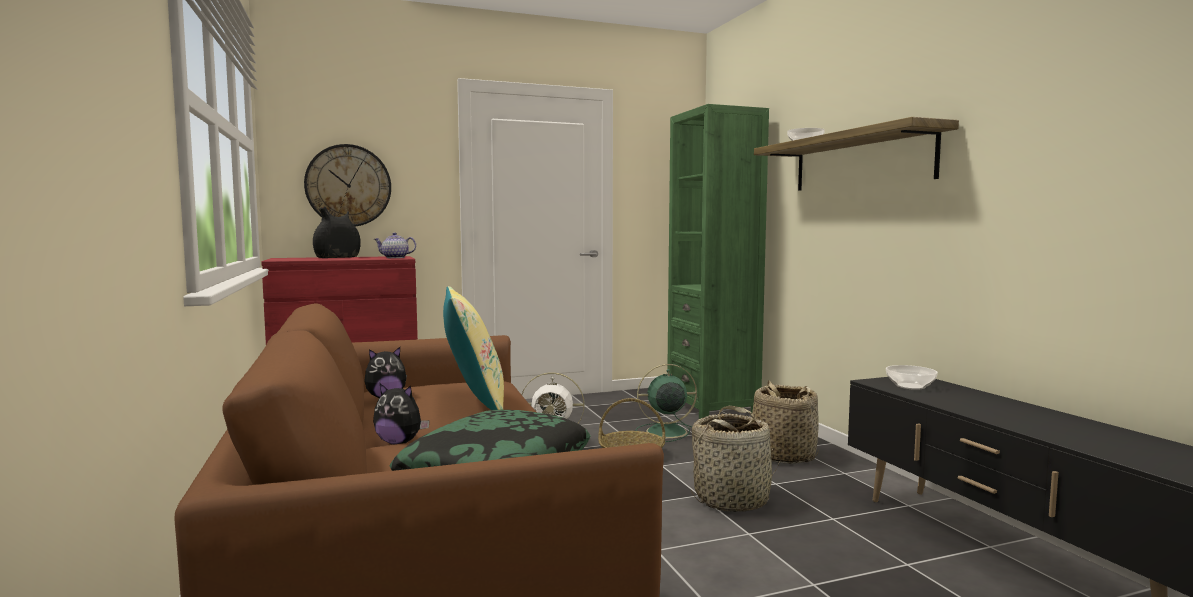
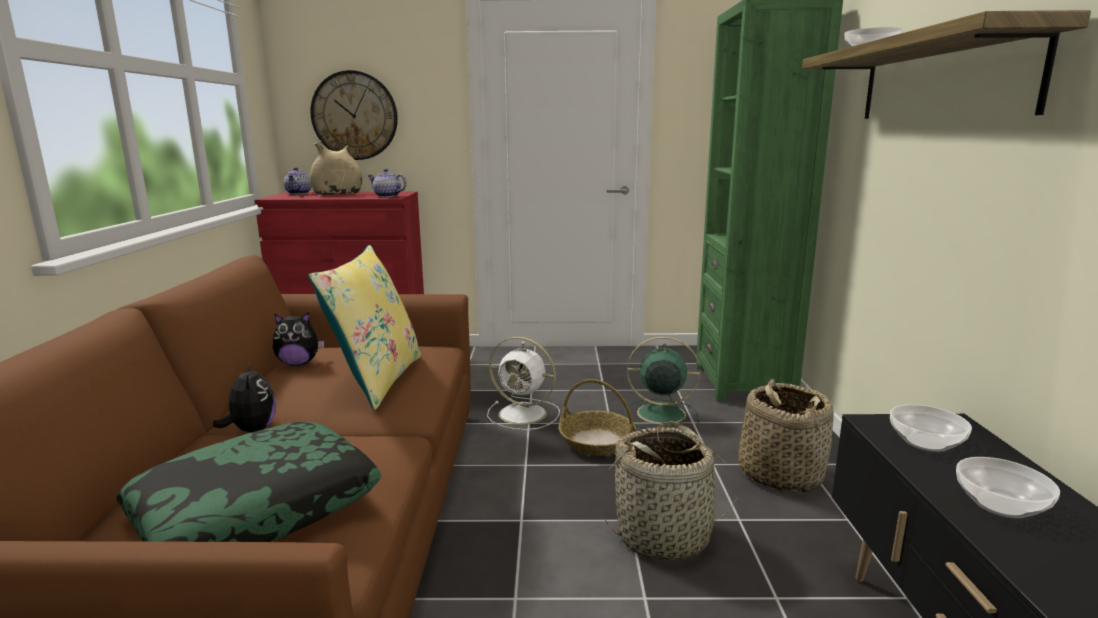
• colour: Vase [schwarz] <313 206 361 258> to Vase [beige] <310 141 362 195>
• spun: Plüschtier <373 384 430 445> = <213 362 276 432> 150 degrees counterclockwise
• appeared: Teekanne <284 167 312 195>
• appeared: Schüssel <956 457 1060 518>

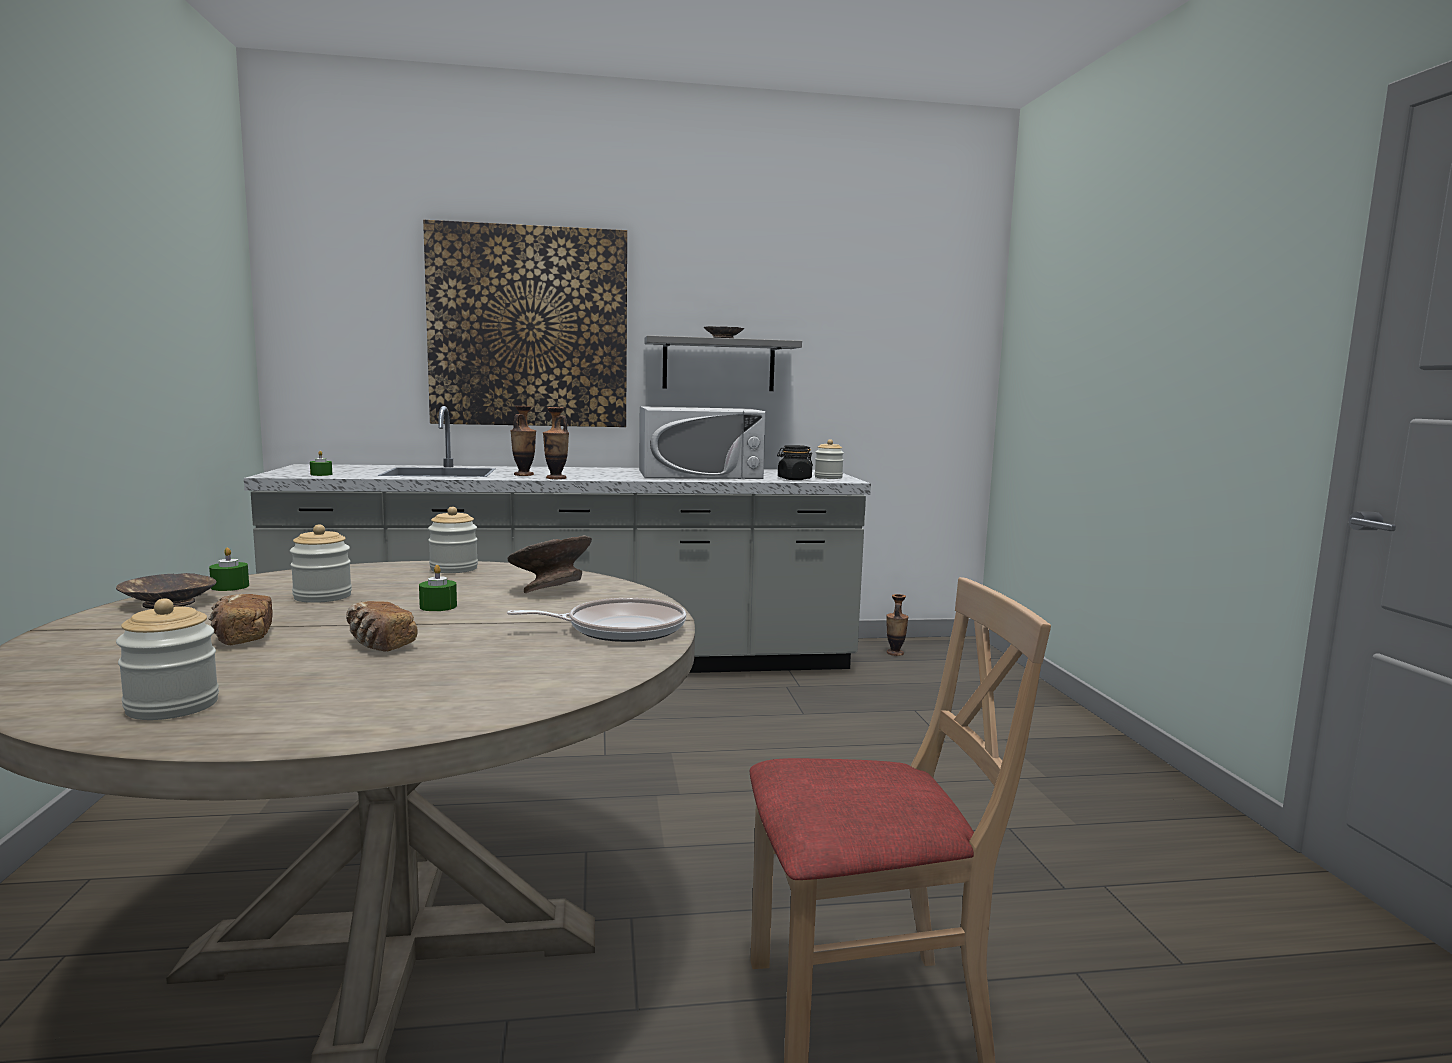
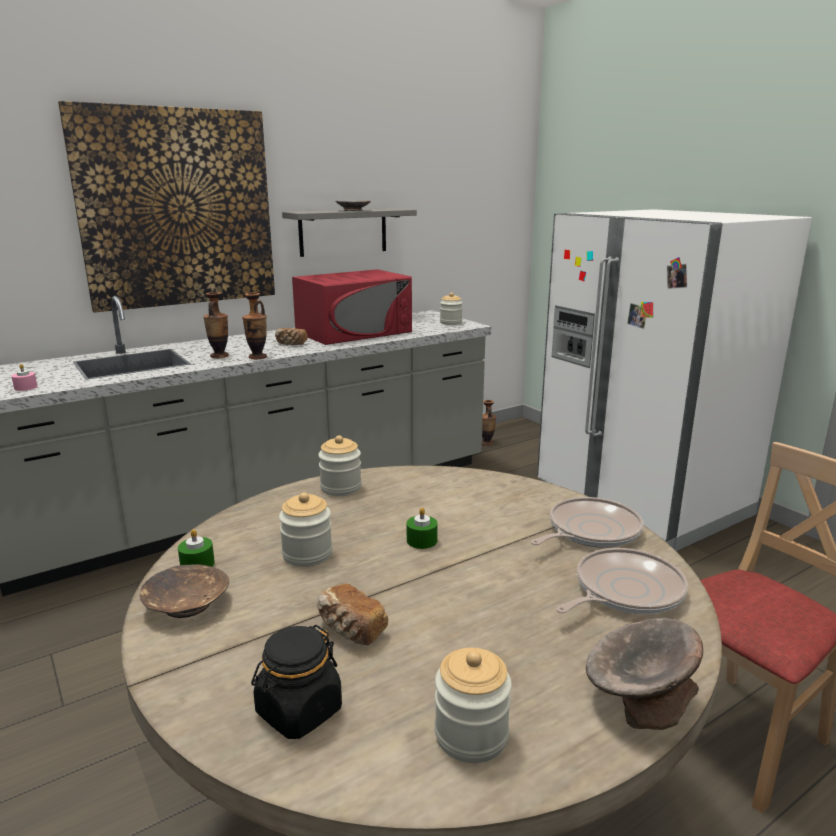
• colour: Mikrowelle [weiß] <639 406 766 479> to Mikrowelle [rot] <292 269 412 345>
• relocated: Vorratsglas [schwarz] <777 445 813 480> to <251 625 342 739>
• colour: Kerze [grün] <310 451 332 476> to Kerze [rosa] <11 364 37 391>
• relocated: Schüssel [grau] <507 535 592 593> to <586 618 703 730>
• relocated: Brot <346 601 418 652> to <275 328 308 345>
• appeared: Kühlschrank [weiß] <537 209 812 551>
• appeared: Pfanne <556 548 688 614>

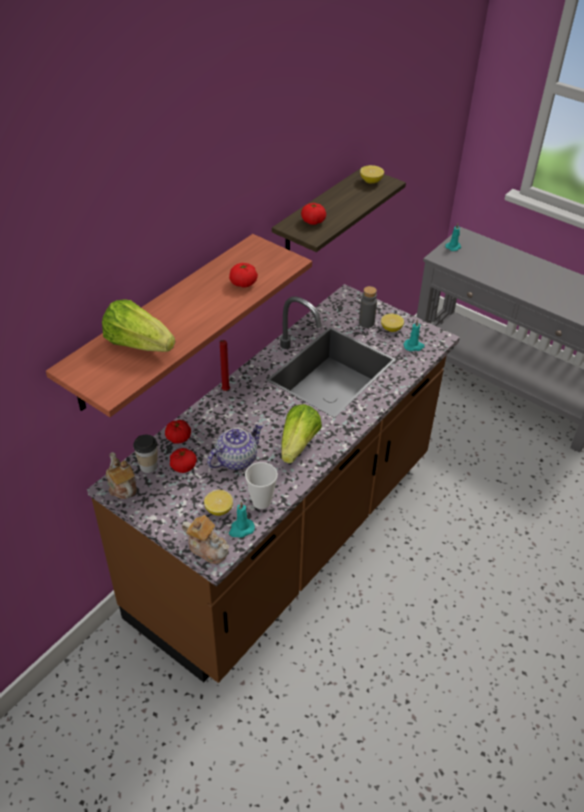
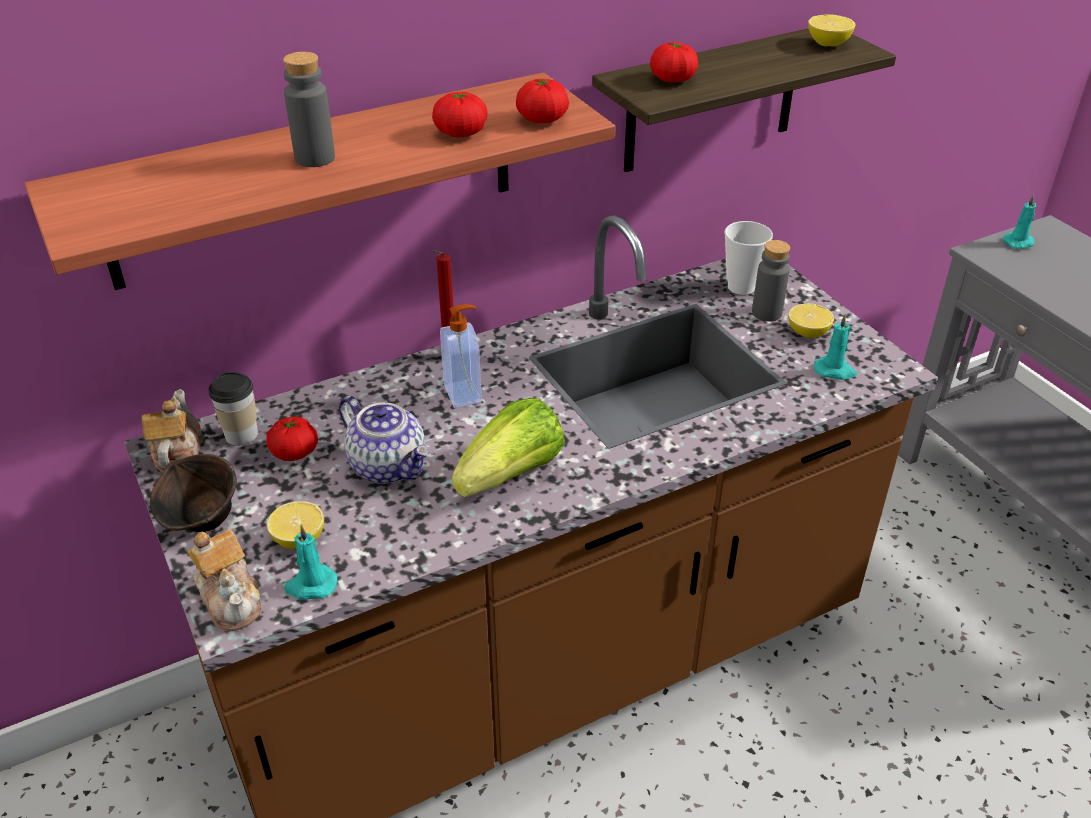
• missing: Salatkopf <102 299 175 352>
• relocated: Tomate <165 420 191 444> to <516 79 569 123>
• spun: Teekanne <207 423 264 470> = <339 396 429 484> 60 degrees clockwise
• relocated: Tasse <245 462 278 509> to <725 221 773 295>
• appeared: Flasche [grau] <283 52 335 167>
• appeared: Seifenspender <440 304 482 408>
• appeared: Schüssel [braun] <150 454 237 532>

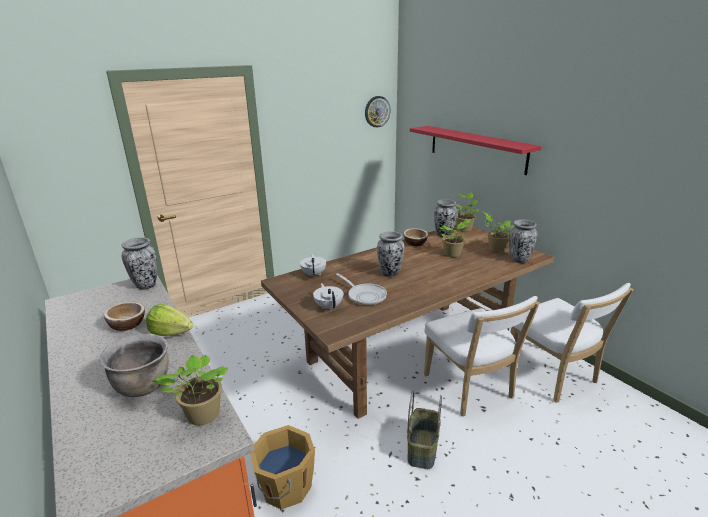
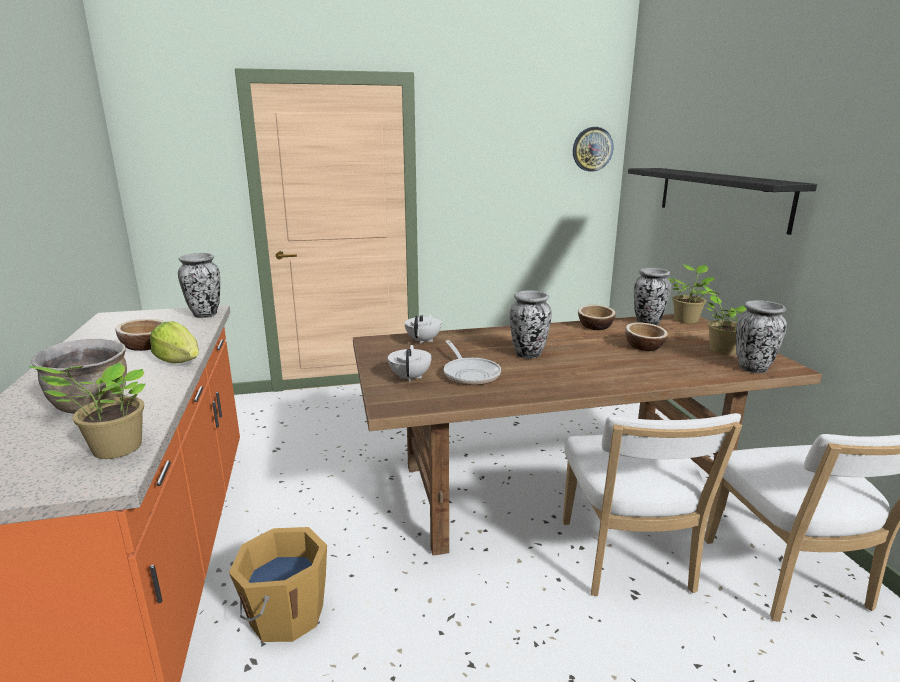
• colour: Wandregal [rot] <410 126 541 175> to Wandregal [schwarz] <628 168 817 235>
• exchanged: Topfpflanze <440 219 470 257> to Schüssel <625 322 668 351>
• missing: Korb <407 391 442 469>

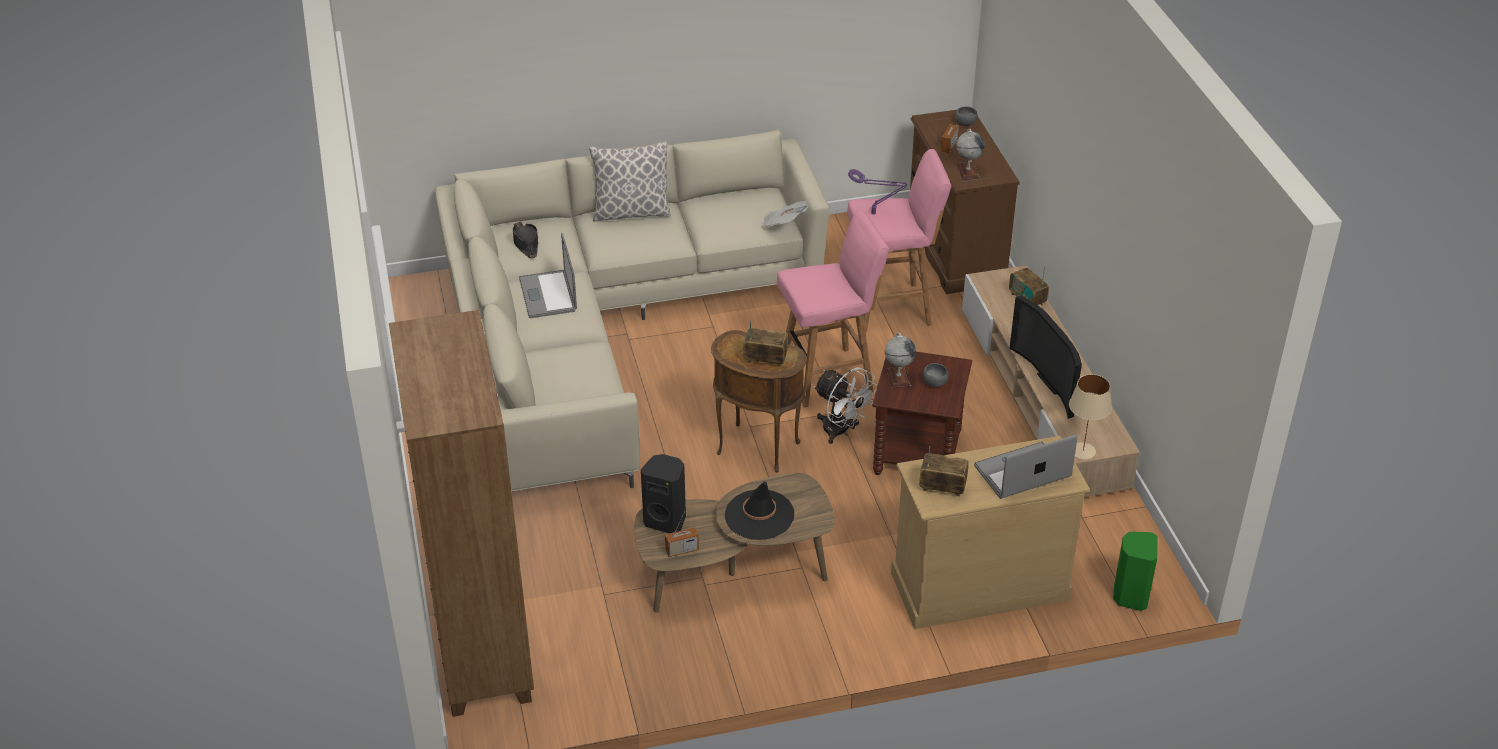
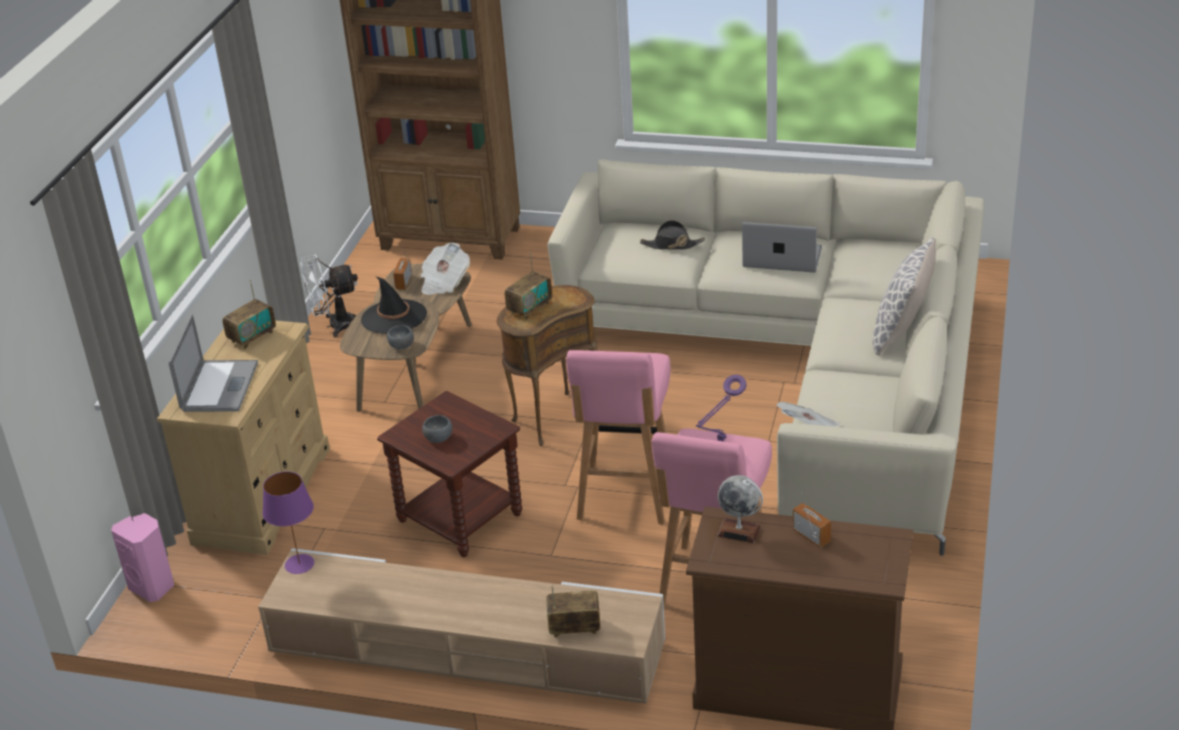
• relocated: Schüssel [grau] <955 106 977 126> to <387 325 414 349>
• relocated: Hut [schwarz] <513 222 538 259> to <640 220 705 250>
• missing: Fernseher <1009 295 1082 419>
• missing: Globus <885 333 916 388>
• relocated: Ventilator [weiß] <814 367 878 444> to <300 254 358 338>
• colour: Tischlampe [beige] <1069 374 1112 459> to Tischlampe [lila] <262 472 314 574>
• exchanged: Lautsprecher [schwarz] <641 454 686 533> to Zeitung <420 243 470 295>
• colour: Lautsprecher [grün] <1113 532 1158 611> to Lautsprecher [rosa] <111 513 174 602>

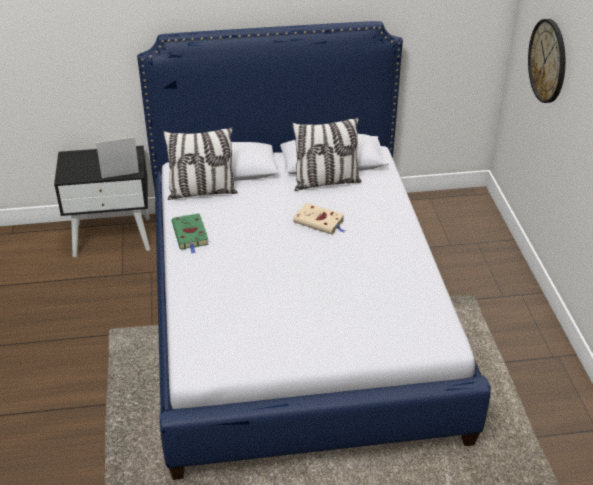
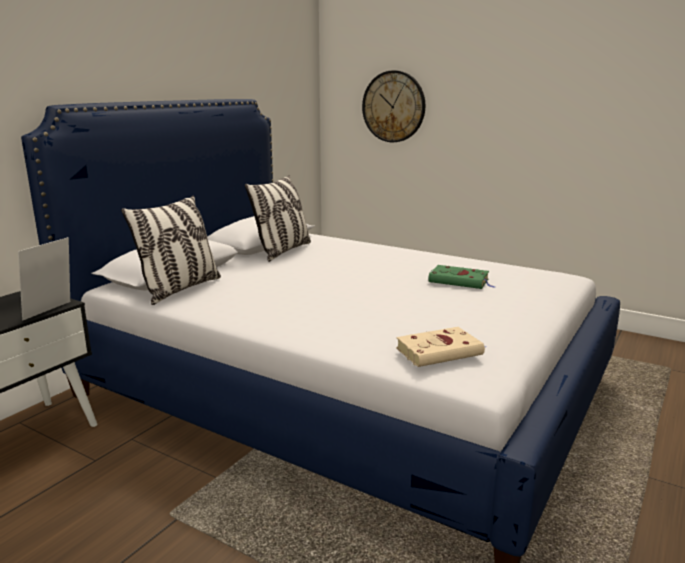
• relocated: Buch [beige] <293 203 345 235> to <396 327 485 367>
• relocated: Buch [grün] <172 213 209 253> to <428 265 496 289>

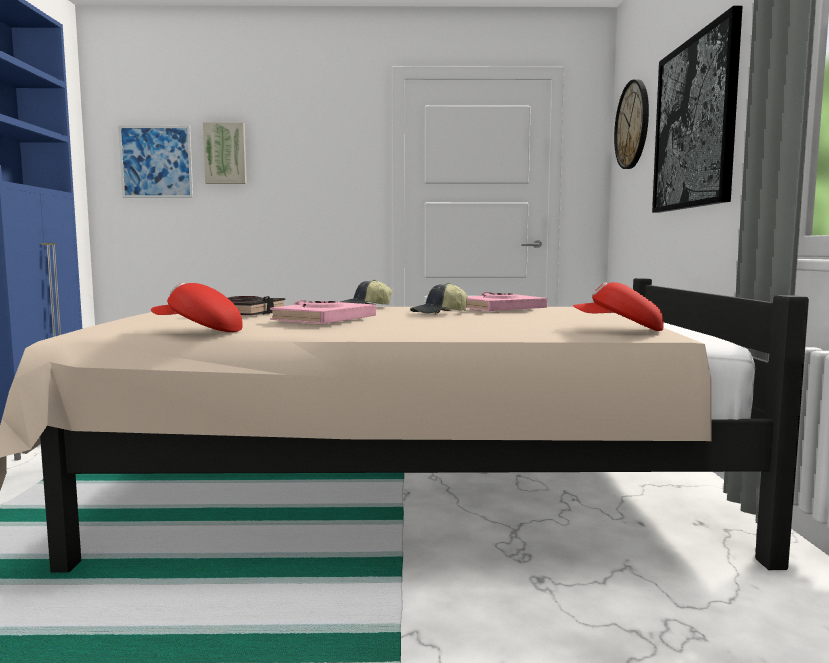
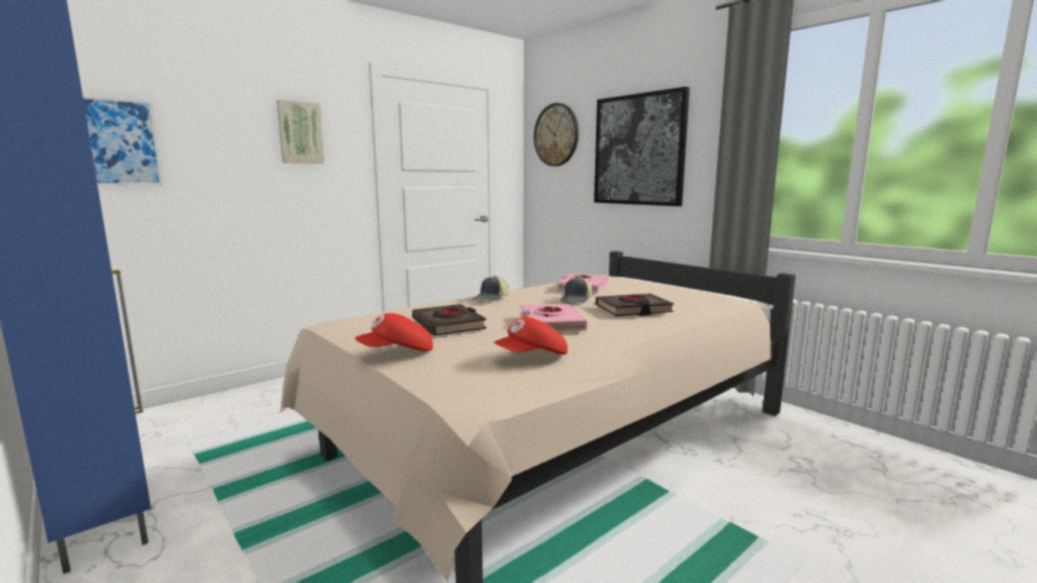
• relocated: Bild <203 122 247 184> to <277 100 324 164>
• relocated: Kappe [rot] <573 282 664 331> to <355 313 433 351>
• appeared: Buch [schwarz] <596 294 674 316>

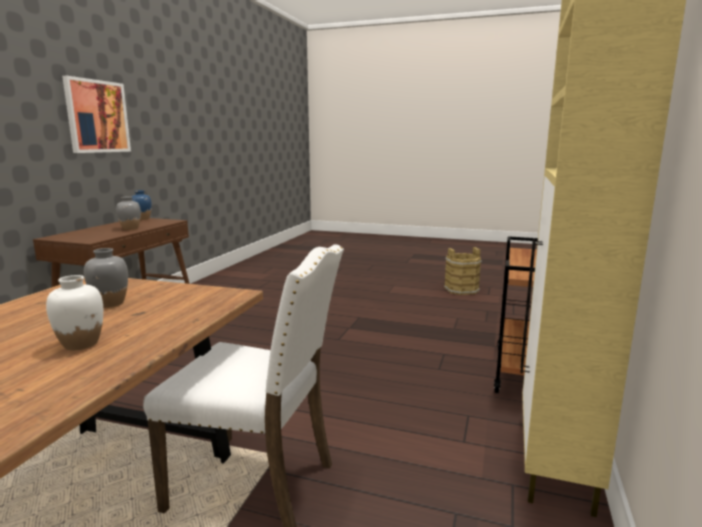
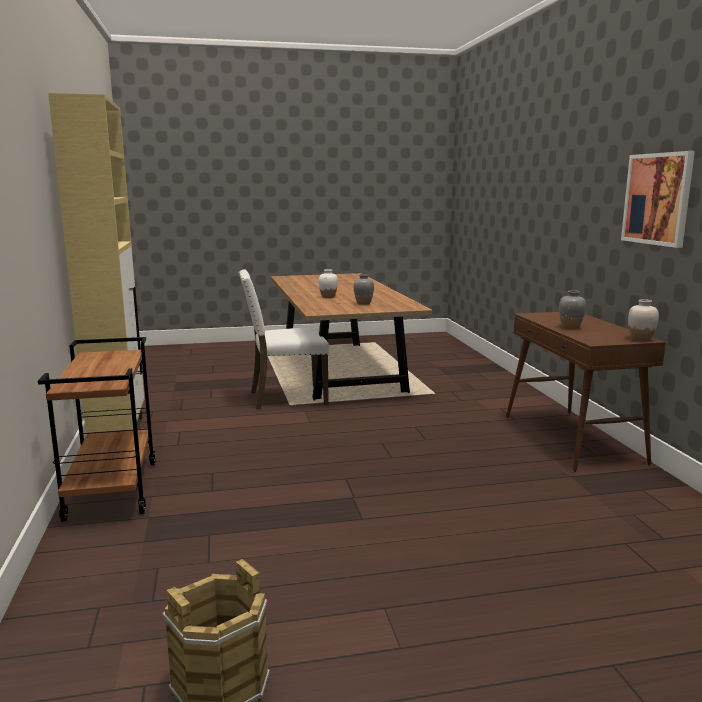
• colour: Vase [blau] <131 190 152 220> to Vase [weiß] <628 299 659 341>

